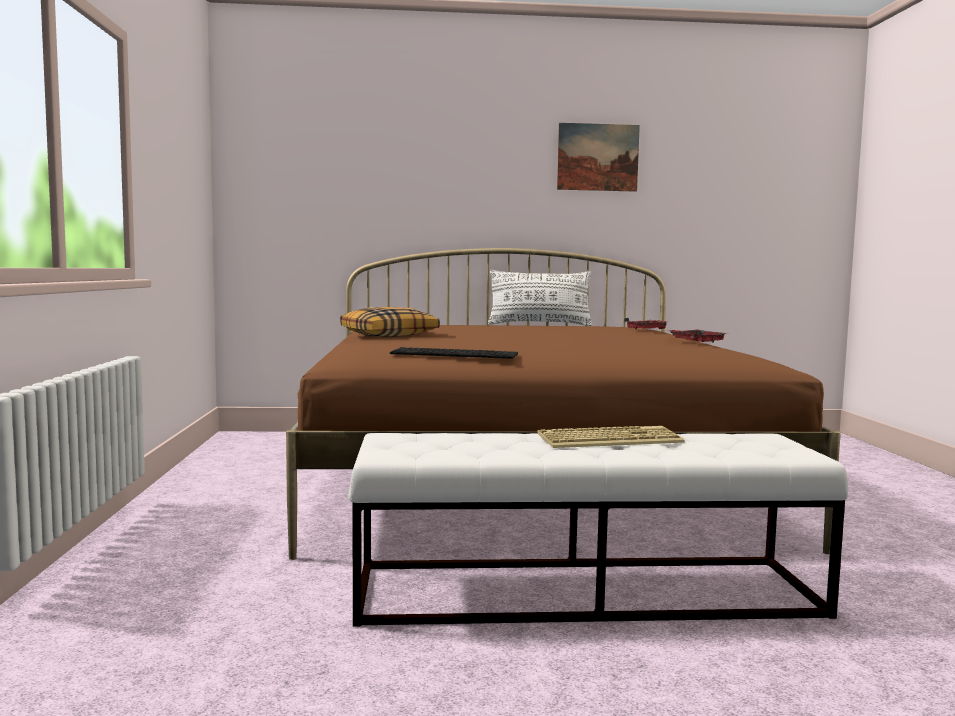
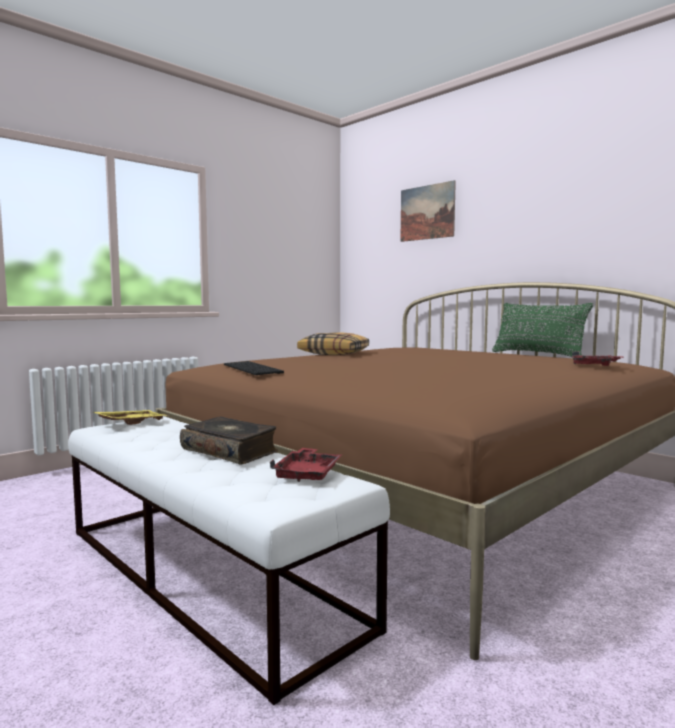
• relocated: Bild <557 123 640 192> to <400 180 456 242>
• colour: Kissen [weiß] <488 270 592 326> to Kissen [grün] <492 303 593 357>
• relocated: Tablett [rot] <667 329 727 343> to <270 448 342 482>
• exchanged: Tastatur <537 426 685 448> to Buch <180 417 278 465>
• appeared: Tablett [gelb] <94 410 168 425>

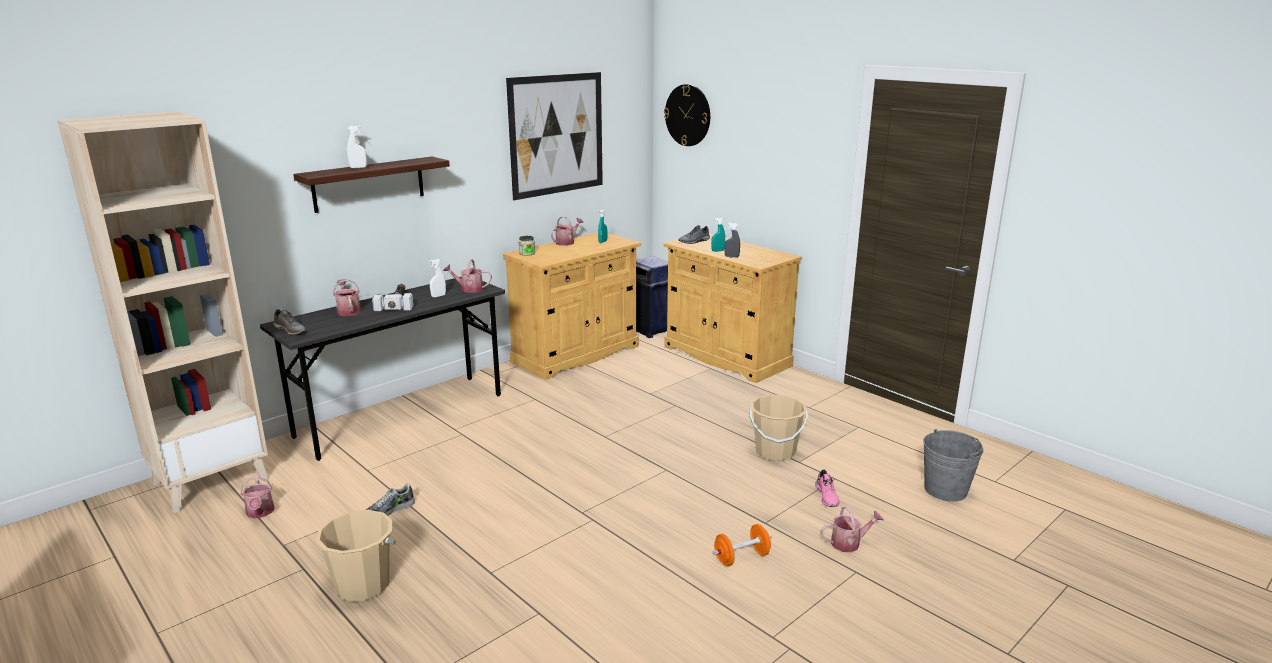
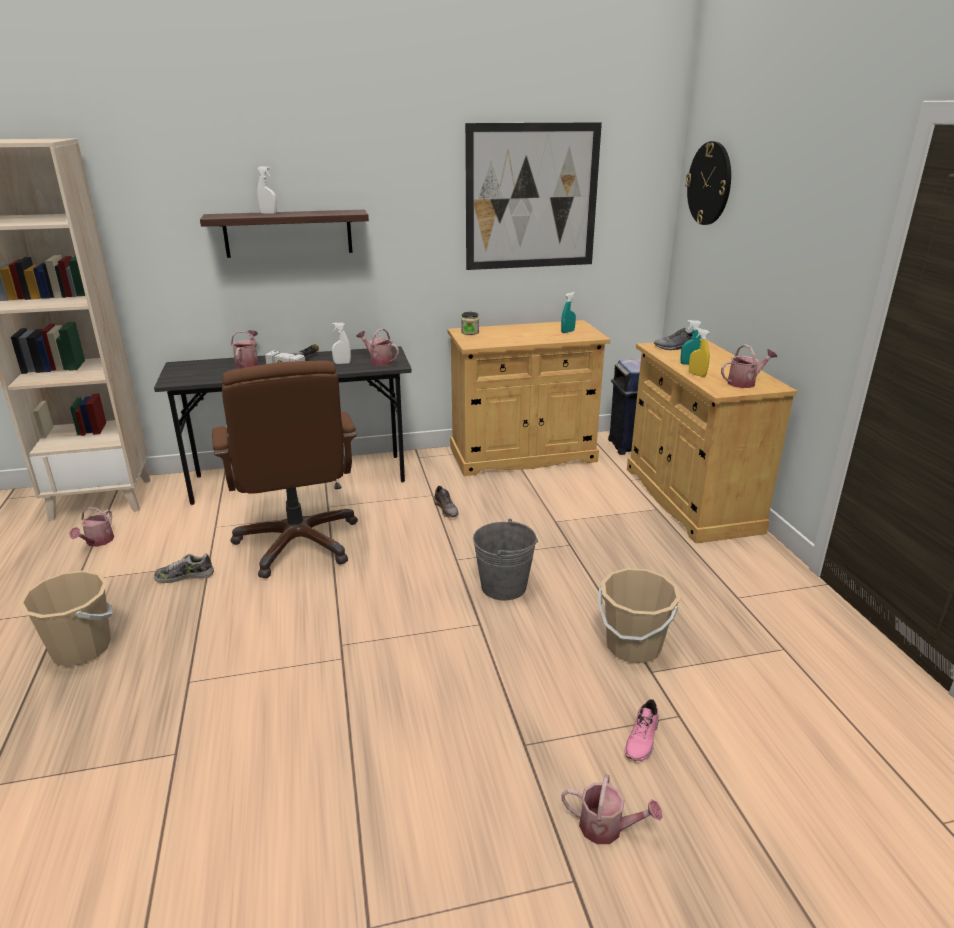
• relocated: Gießkanne <551 216 583 246> to <721 344 777 388>
• colour: Sprühflasche [grau] <724 222 740 258> to Sprühflasche [gelb] <689 328 710 377>
• relocated: Schuh [grau] <273 309 307 335> to <433 486 459 517>
• relocated: Eimer [grau] <923 429 983 501> to <473 519 538 601>
• missing: Hantel [orange] <712 524 772 566>
• appeared: Bürostuhl [braun] <212 360 358 578>

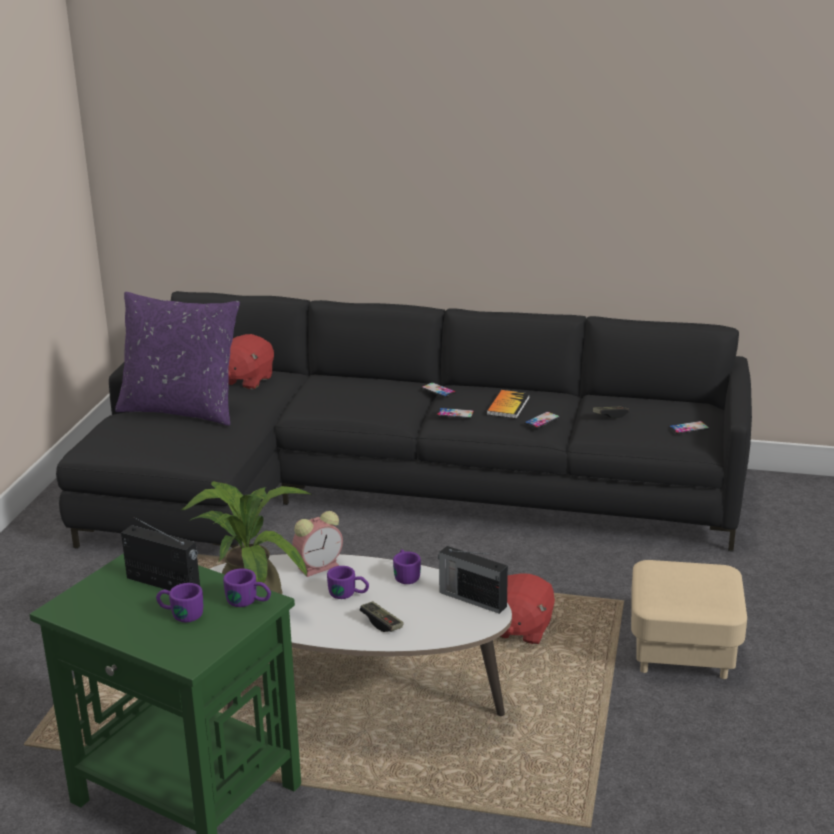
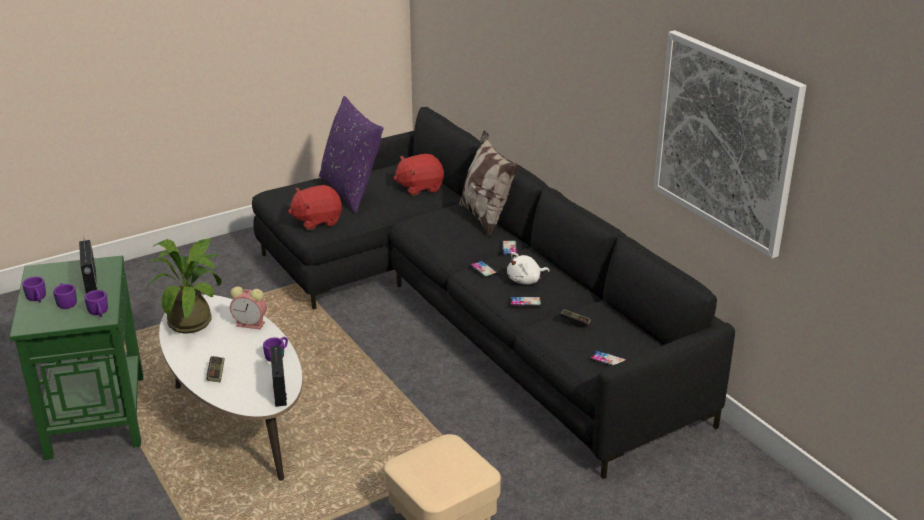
• exchanged: Buch <486 390 530 419> to Plüschtier [weiß] <507 252 550 285>
• relocated: Henkelbecher [lila] <327 566 369 599> to <22 277 46 302>
• relocated: Plüschtier [rot] <500 573 555 644> to <288 185 342 230>
• appeared: Bild <653 30 806 258>
• appeared: Kissen <459 130 517 239>

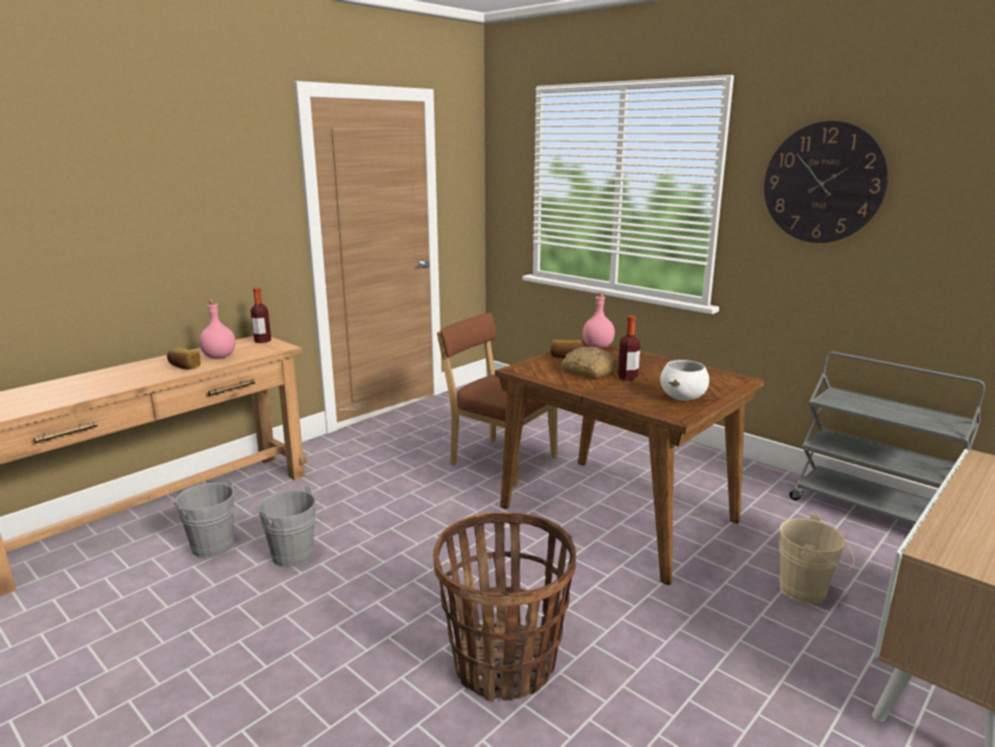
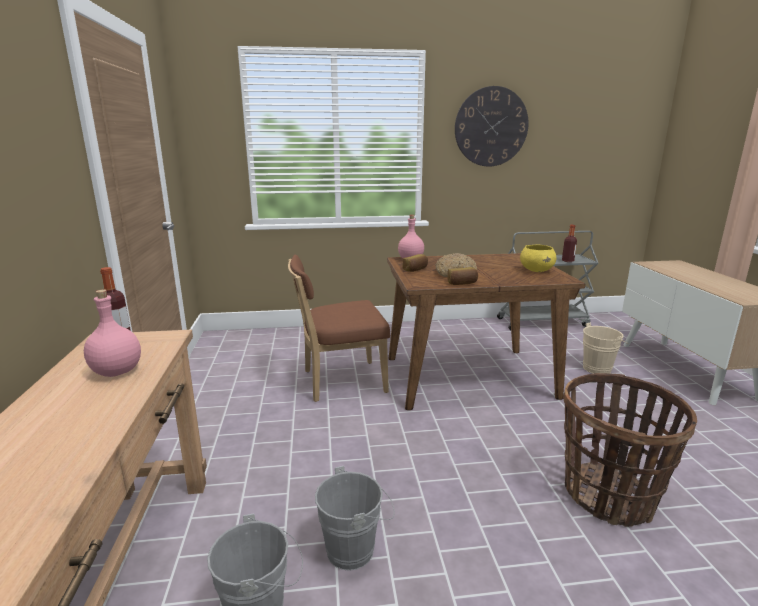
• relocated: Flasche <618 315 640 381> to <562 225 577 262>
• relocated: Brot <167 347 201 370> to <448 267 478 285>
• colour: Schüssel [weiß] <660 360 709 401> to Schüssel [gelb] <520 245 556 272>

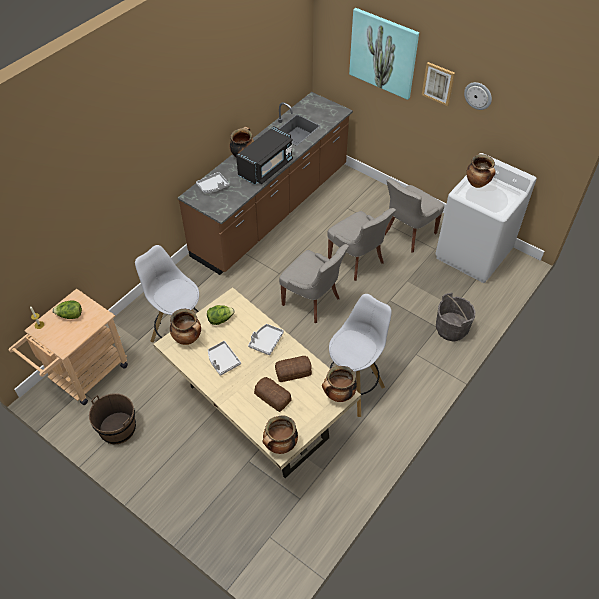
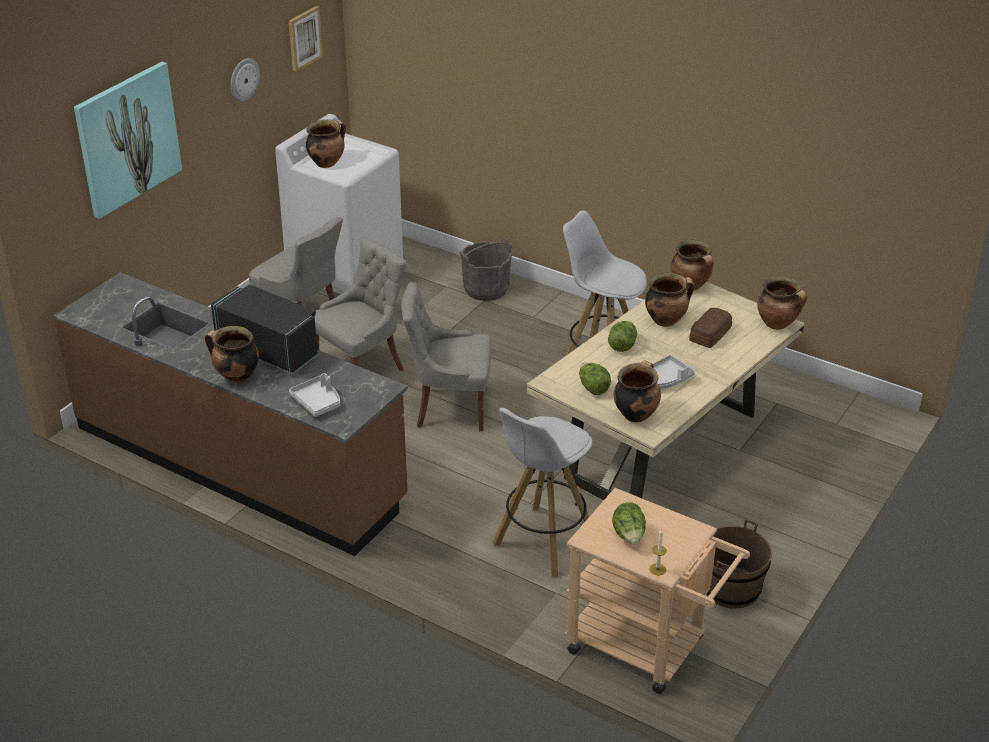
• relocated: Bild <422 62 455 106> to <289 6 323 72>
• spun: Stuhl [grau] <279 244 349 323> = <401 282 491 432> 120 degrees counterclockwise
• exchanged: Tablett [grau] <248 324 284 355> to Salatkopf <608 321 637 352>
• exchanged: Brot <275 356 312 382> to Kochtopf <645 273 695 327>

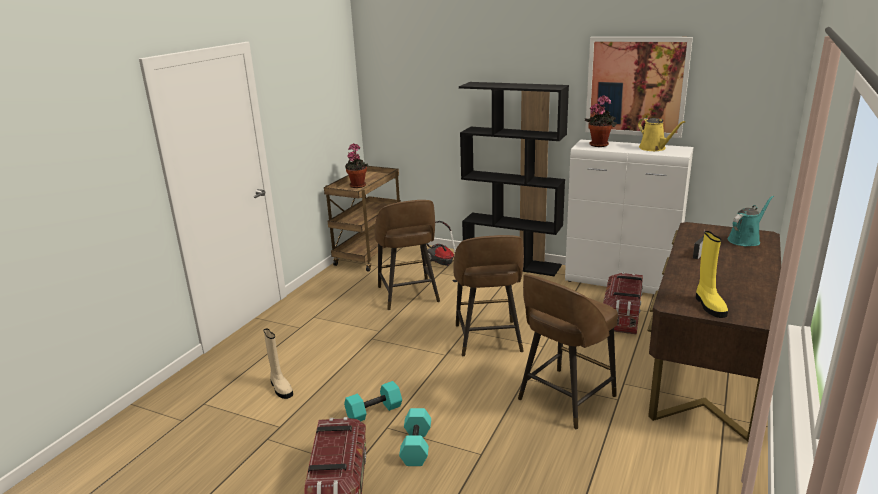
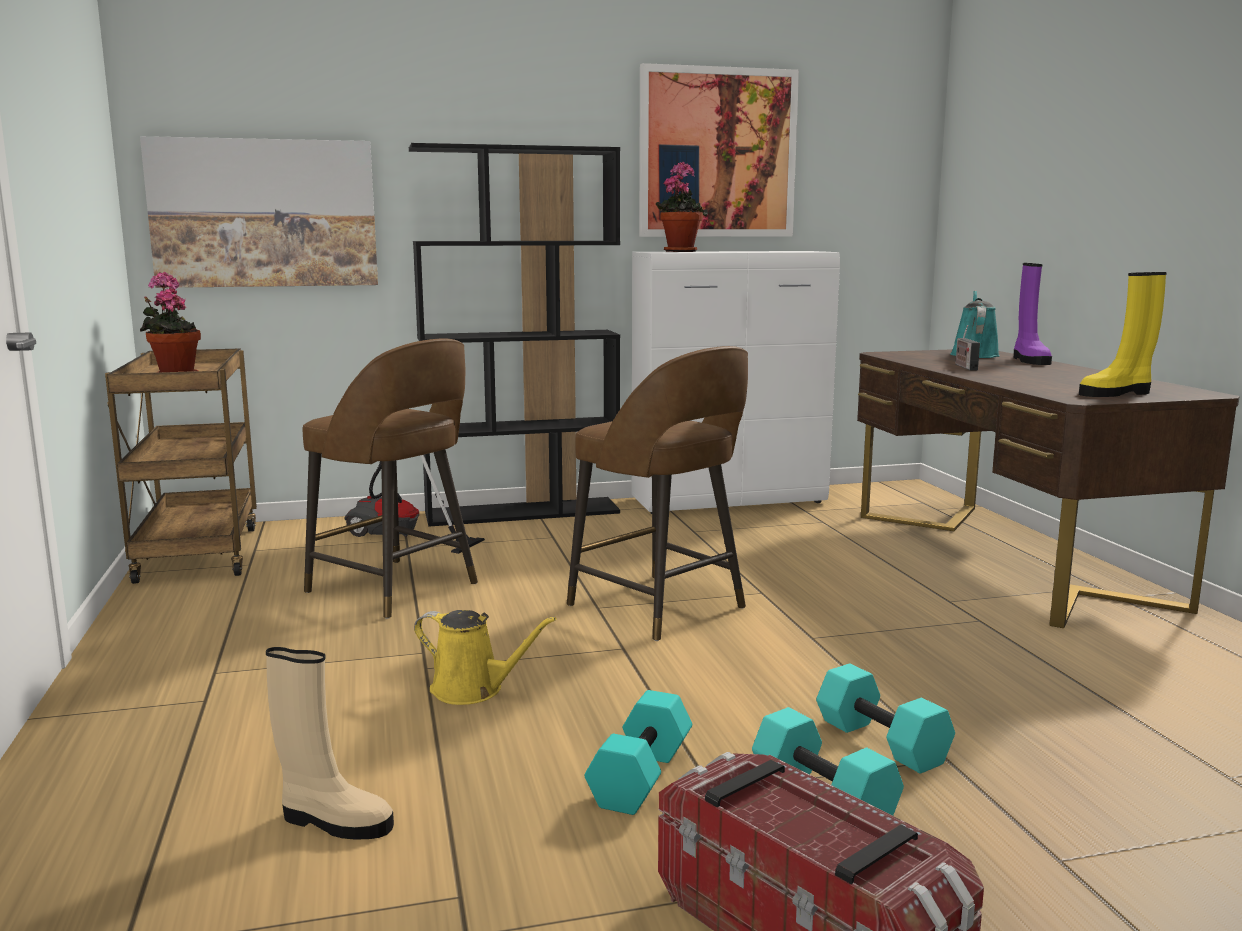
• relocated: Gießkanne [gelb] <638 118 686 151> to <414 610 556 705>
• spun: Stiefel [gelb] <696 231 728 318> = <1079 272 1167 397> 120 degrees clockwise
• missing: Aufbewahrungsbox <603 272 643 335>
• missing: Hocker [braun] <518 274 618 430>
• appeared: Bild <140 136 378 288>
• appeared: Stiefel [lila] <1014 263 1052 365>
• appeared: Hantel [türkis] <816 663 955 774>

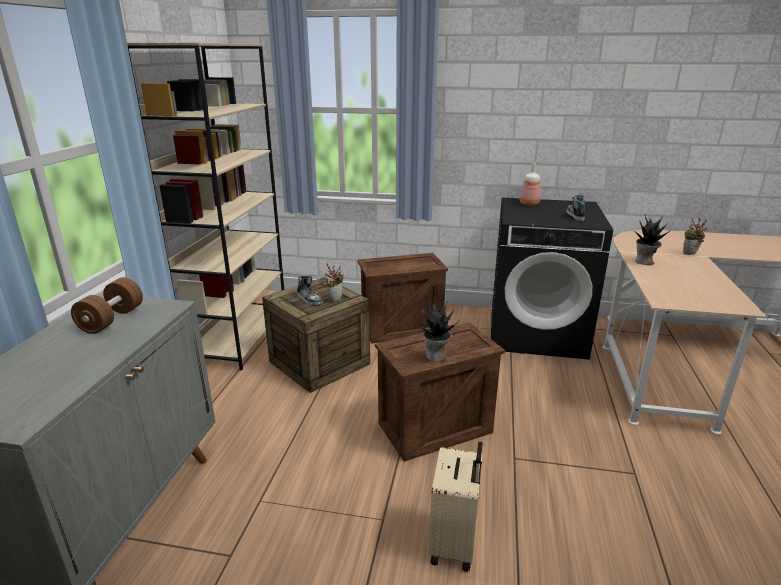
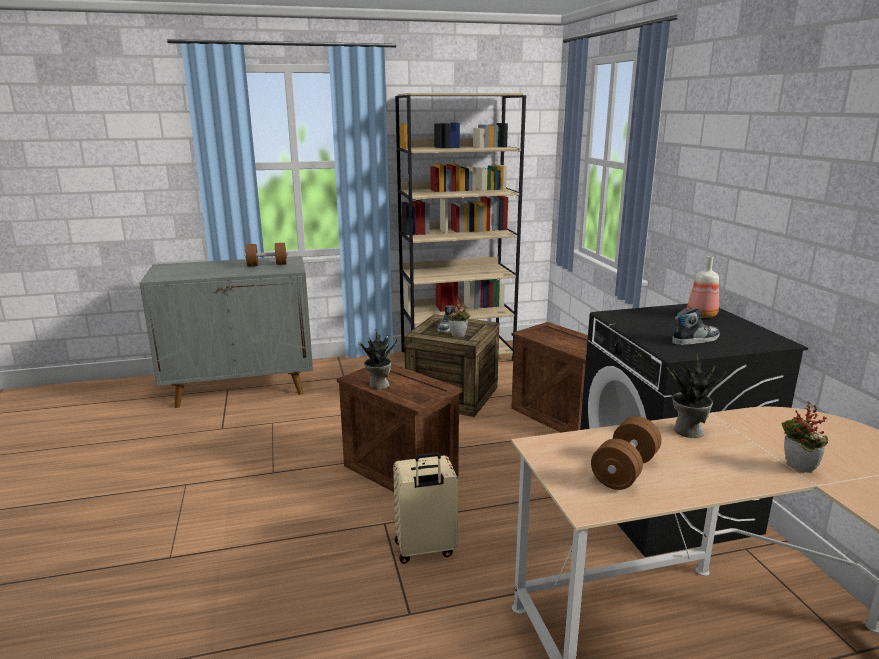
• relocated: Koffer [beige] <429 441 483 572> to <393 452 458 564>
• appeared: Hantel [braun] <591 416 662 490>

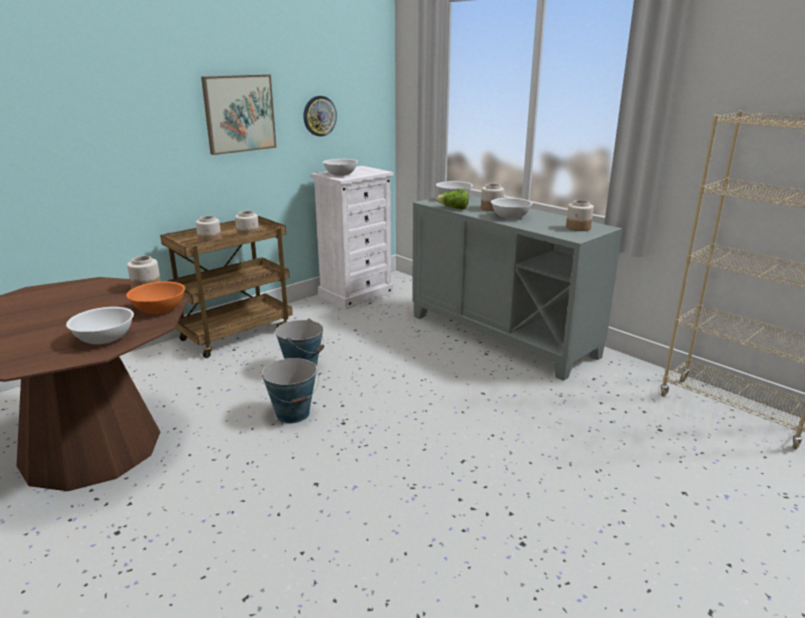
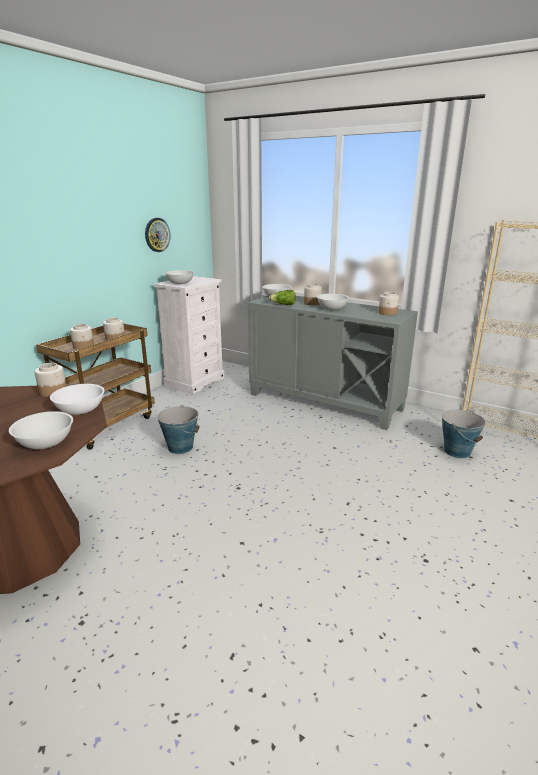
• missing: Bild <201 74 277 155>
• colour: Schüssel [orange] <126 281 185 314> to Schüssel [weiß] <50 384 105 415>
• relocated: Eimer <262 358 319 423> to <442 410 486 458>

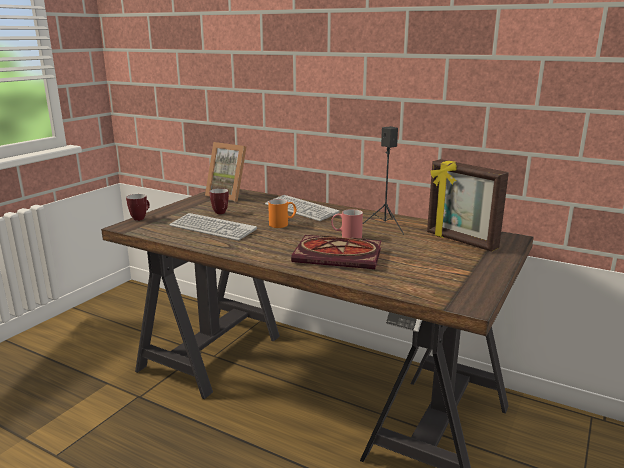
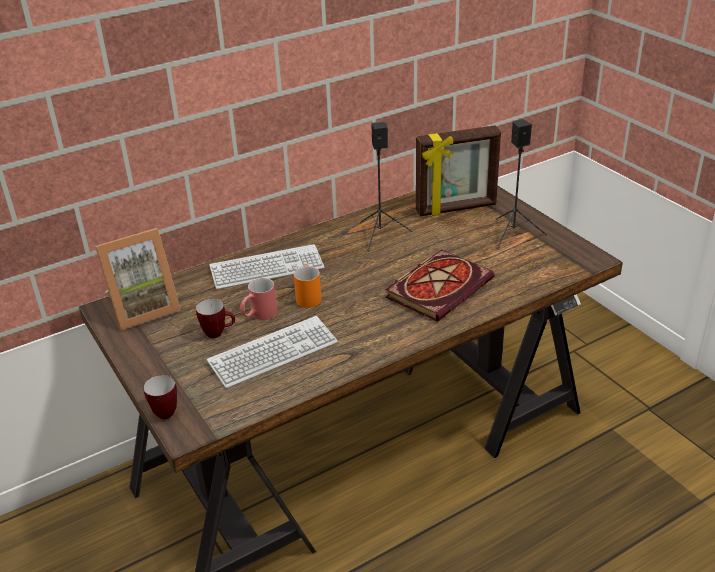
• relocated: Henkelbecher [rot] <331 209 363 238> to <240 278 277 320>
• appeared: Lautsprecher [schwarz] <496 119 547 249>

